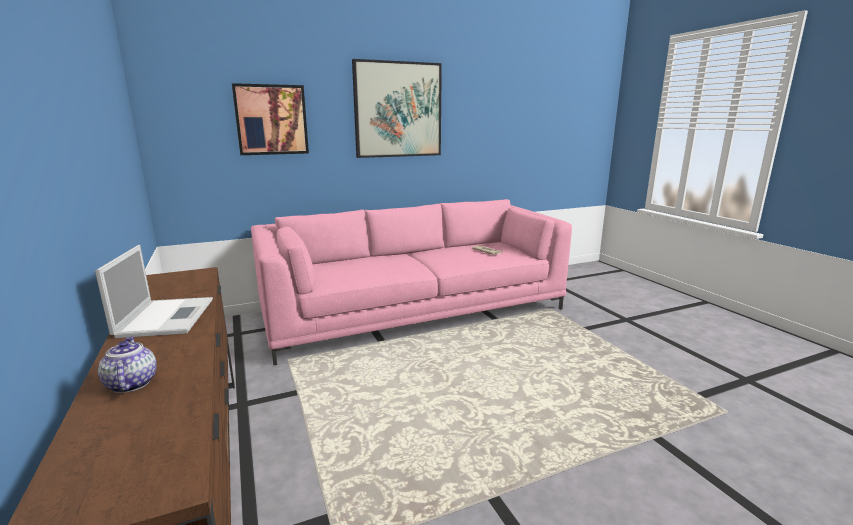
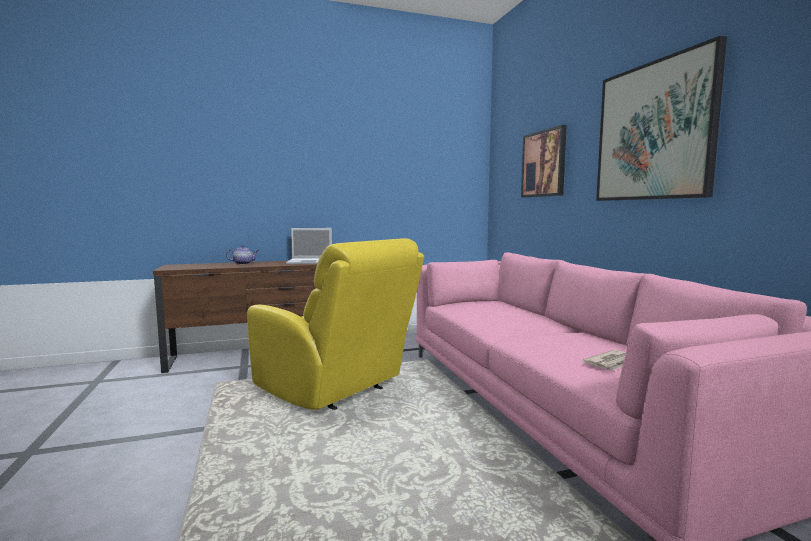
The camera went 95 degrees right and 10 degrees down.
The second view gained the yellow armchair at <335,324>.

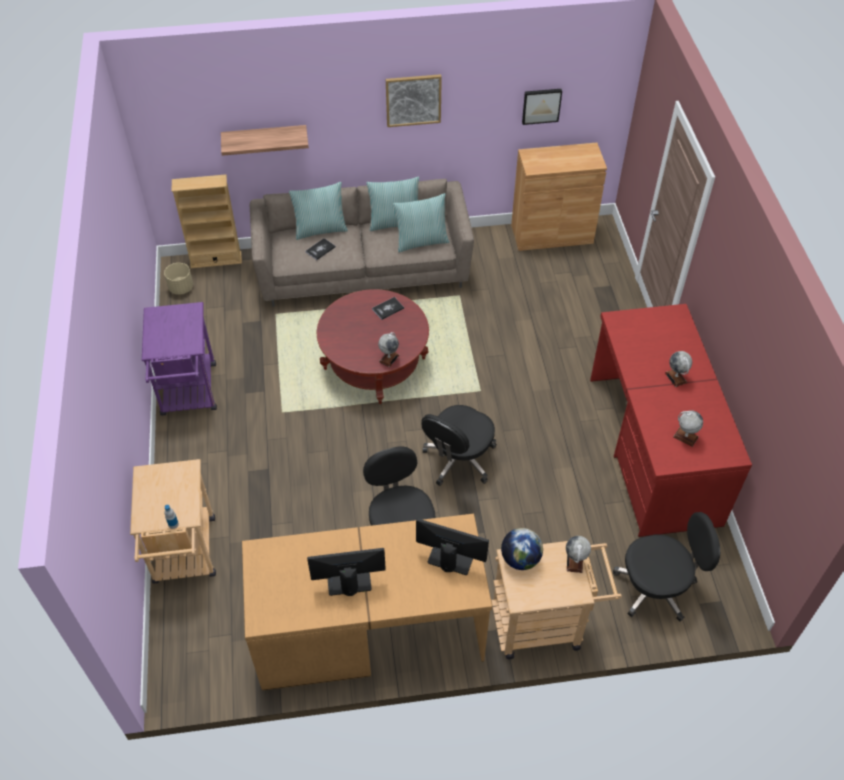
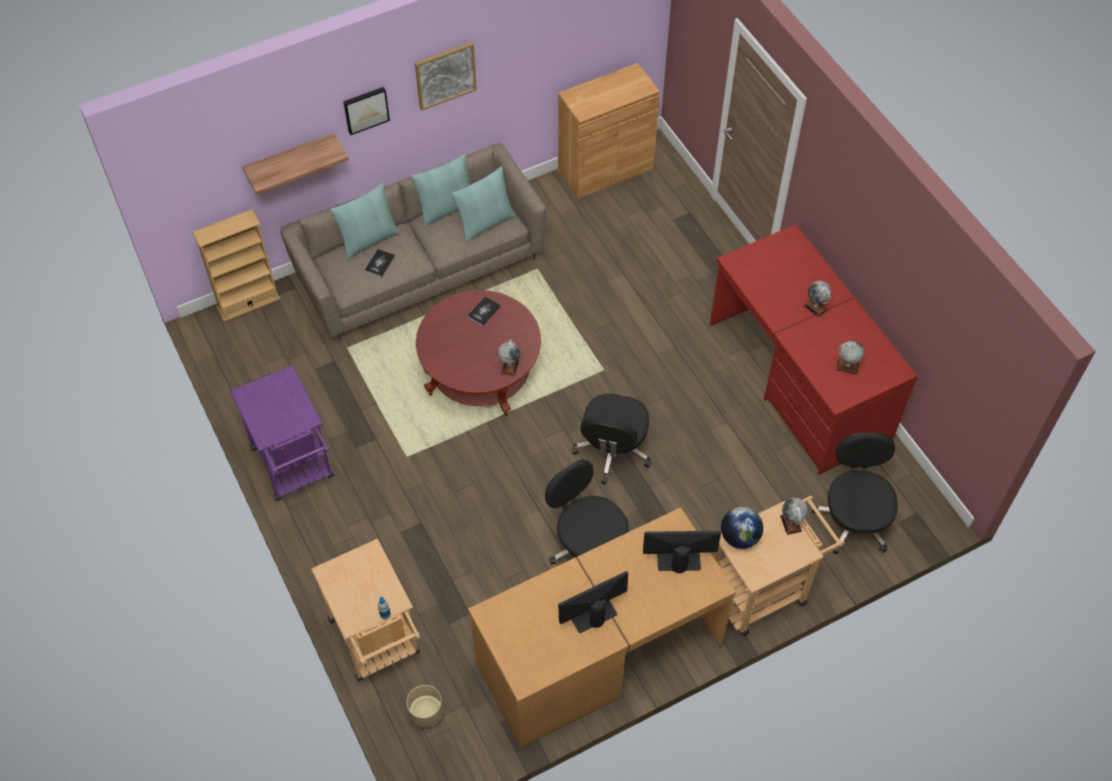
The camera went 20 degrees left and 5 degrees up.
The beige-coloured planter ended up elsewhere, having gone from <178,279> to <425,706>.
The picture ended up elsewhere, having gone from <542,107> to <366,111>.
The black desk chair at <666,567> ended up facing another way, 60 degrees counterclockwise from before.

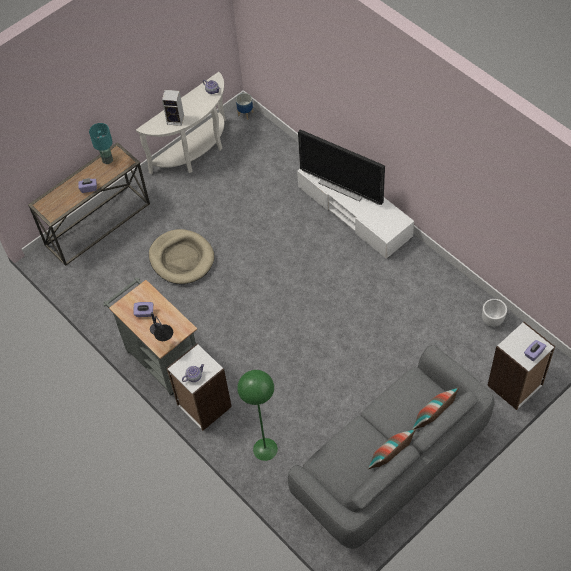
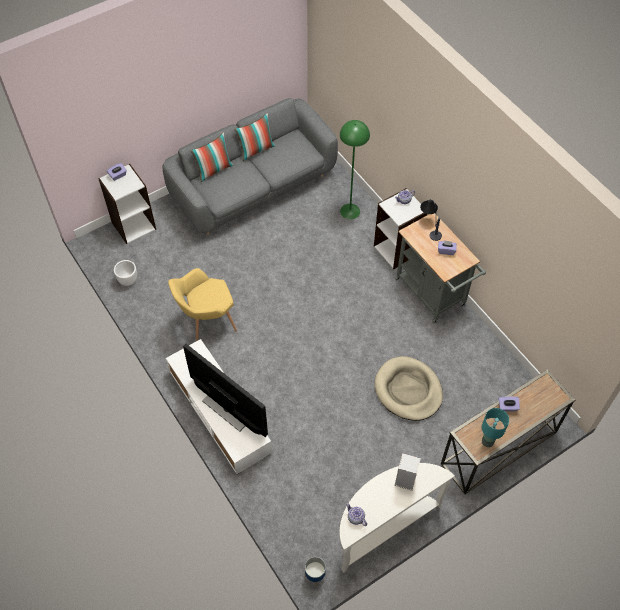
The camera went 175 degrees left and 0 degrees up.
The second view gained the yellow armchair at <202,304>.

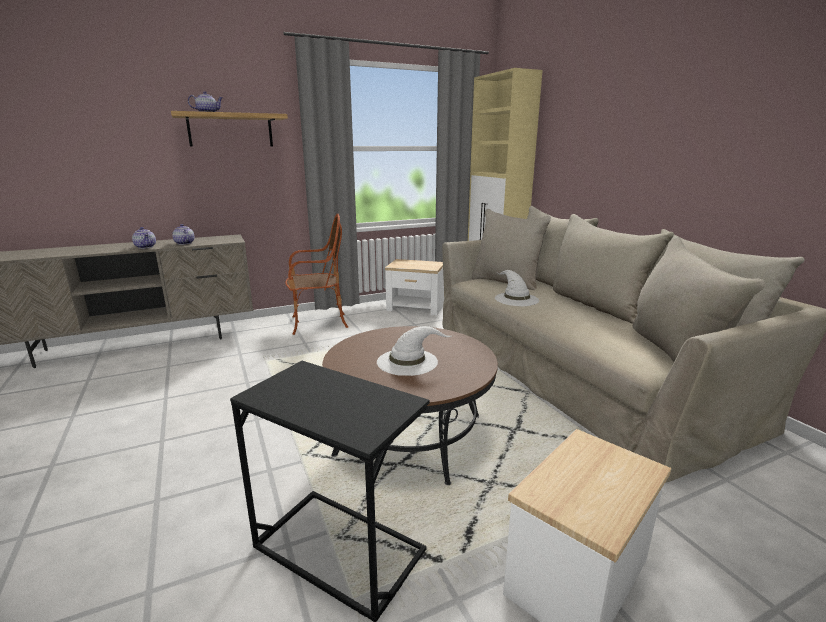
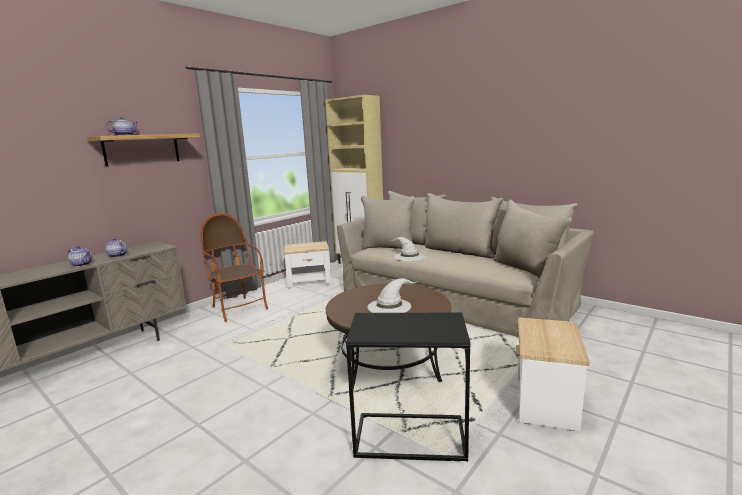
The camera went 25 degrees left and 5 degrees down.
The armchair at <316,274> ended up facing another way, 90 degrees counterclockwise from before.

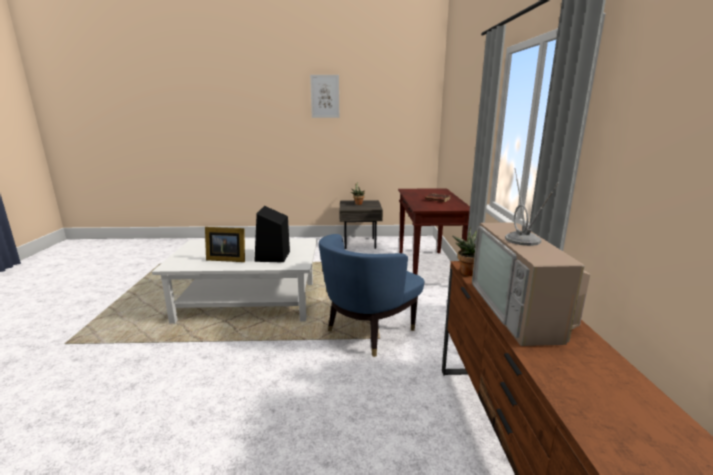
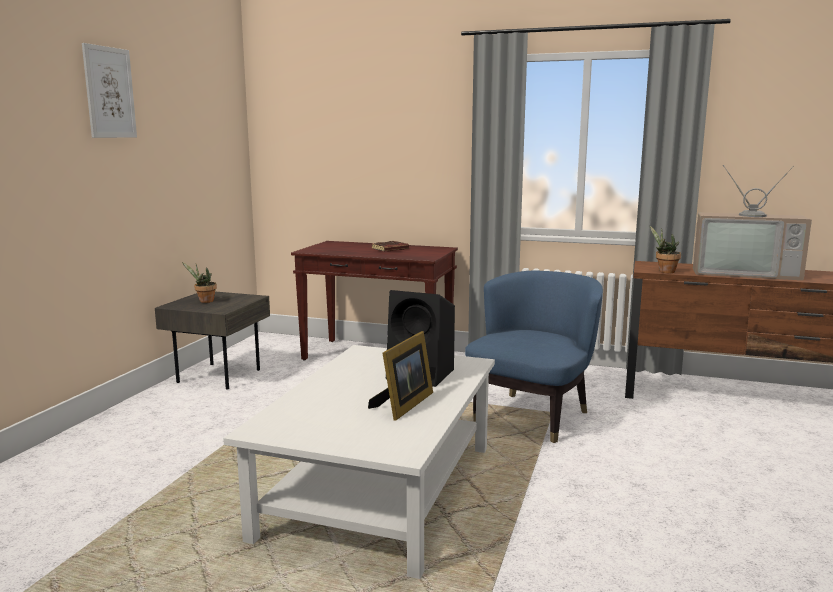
The camera went 70 degrees left and 5 degrees down.
The blue-coloured armchair at <371,295> ended up facing another way, 120 degrees counterclockwise from before.

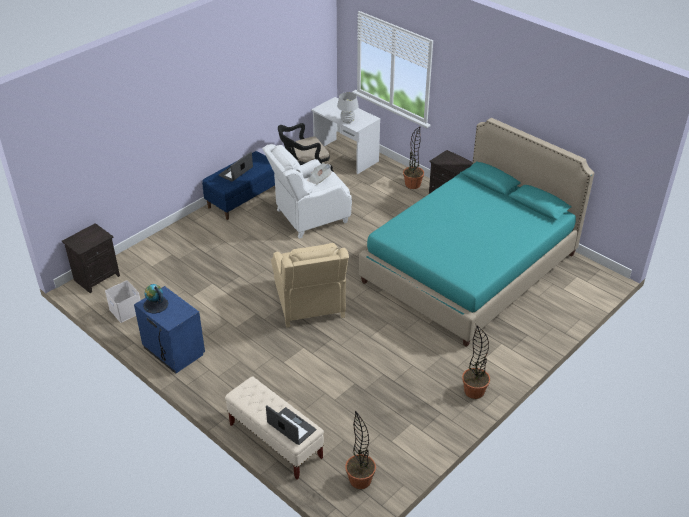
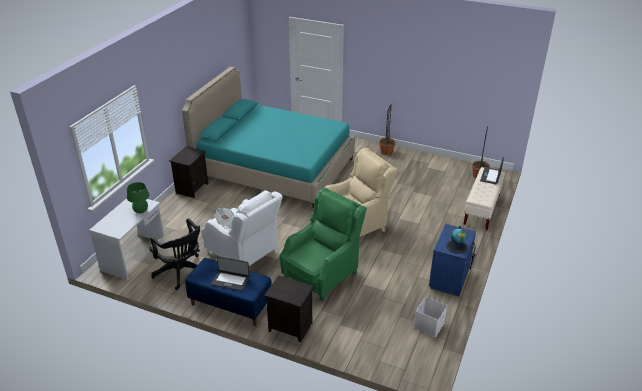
The camera went 110 degrees left and 5 degrees down.
The second view lost the houseplant at <413,158>.
The second view gained the green armchair at <323,244>.
The black bedside table ended up elsewhere, having gone from <91,258> to <289,308>.
What was the white-coloured lamp for a table at <348,107> turned into the green lamp for a table at <138,197>.

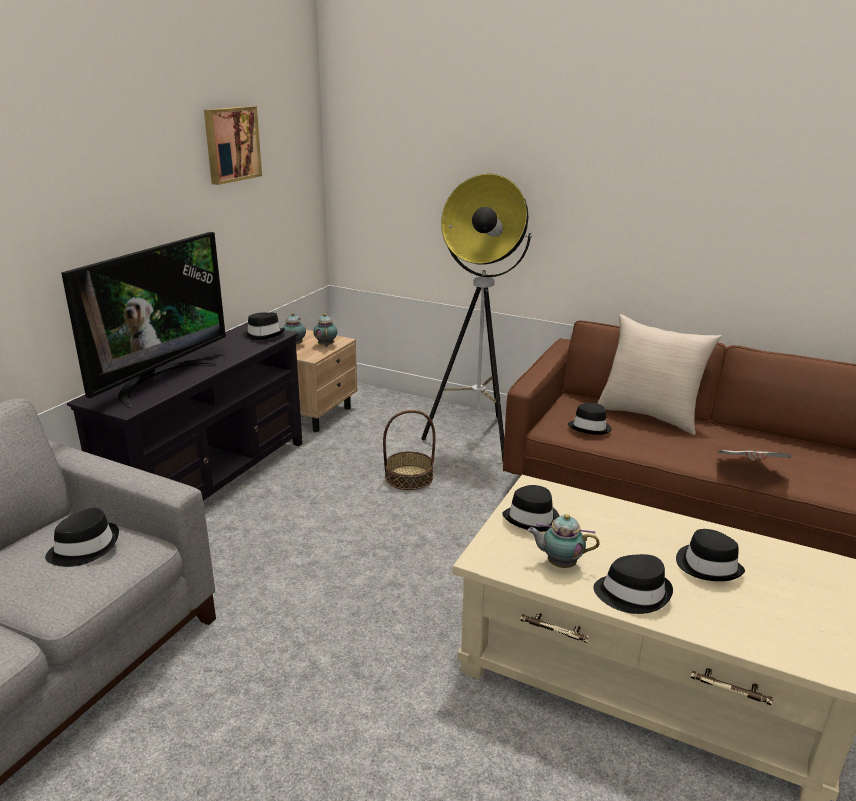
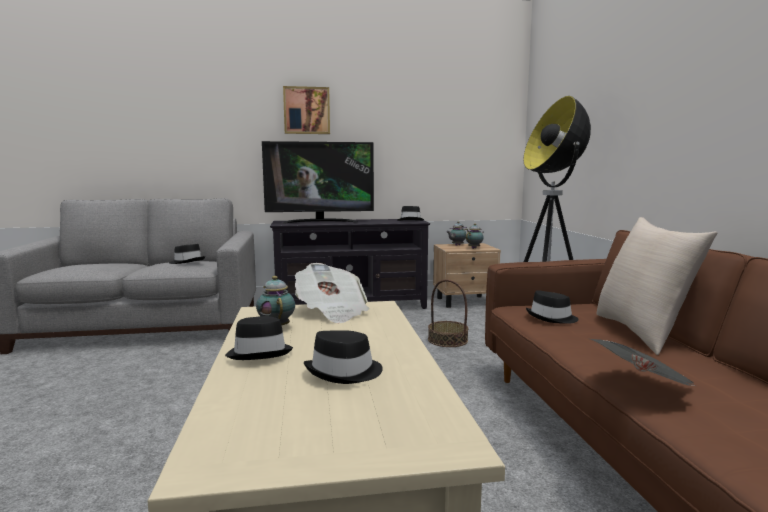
The camera went 55 degrees right and 15 degrees down.
The picture ended up elsewhere, having gone from <233,145> to <306,110>.
Where the black hat stood at <531,508>, the daily paper came to stand at <332,293>.

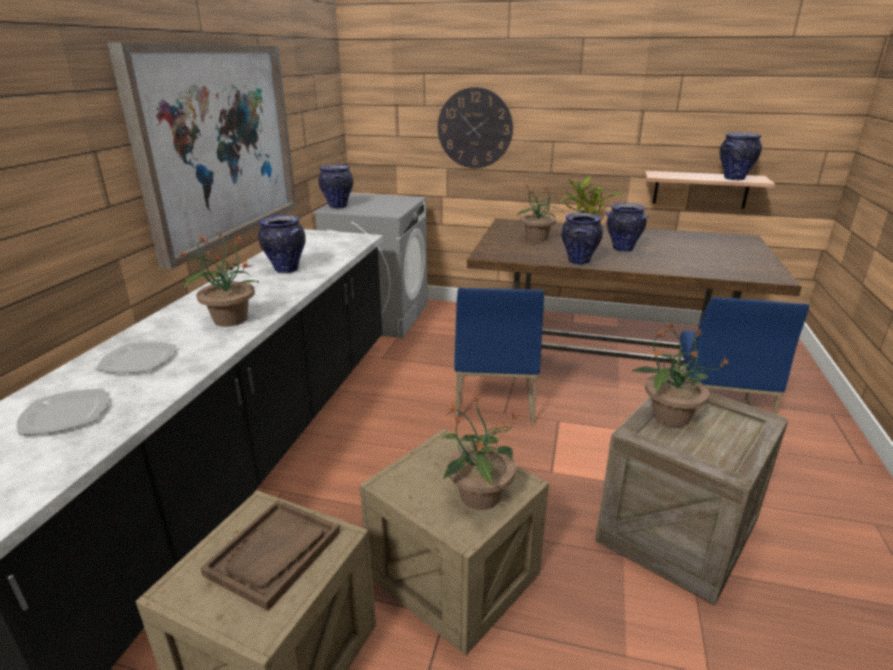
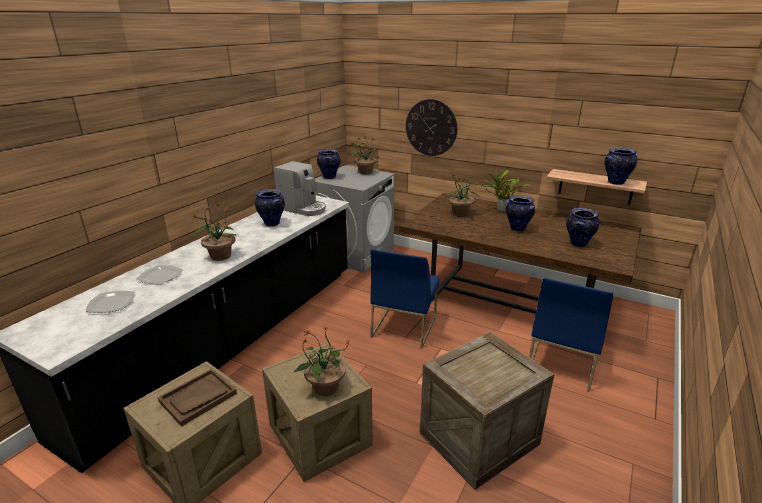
The camera went 15 degrees right and 0 degrees up.
The second view lost the picture at <202,156>.
The second view gained the coffee machine at <300,188>.
The flower vase ended up elsewhere, having gone from <582,239> to <582,227>.
The houseplant ended up elsewhere, having gone from <680,375> to <364,155>.

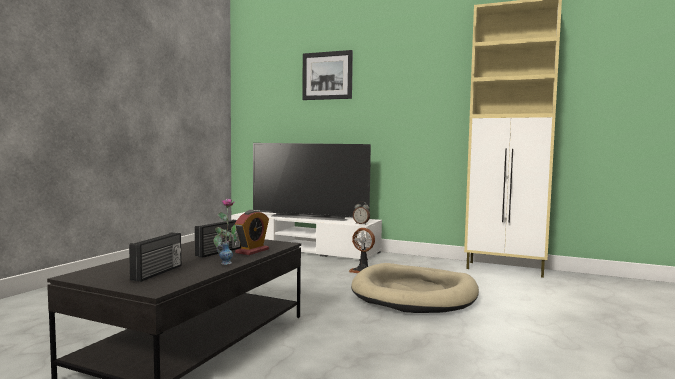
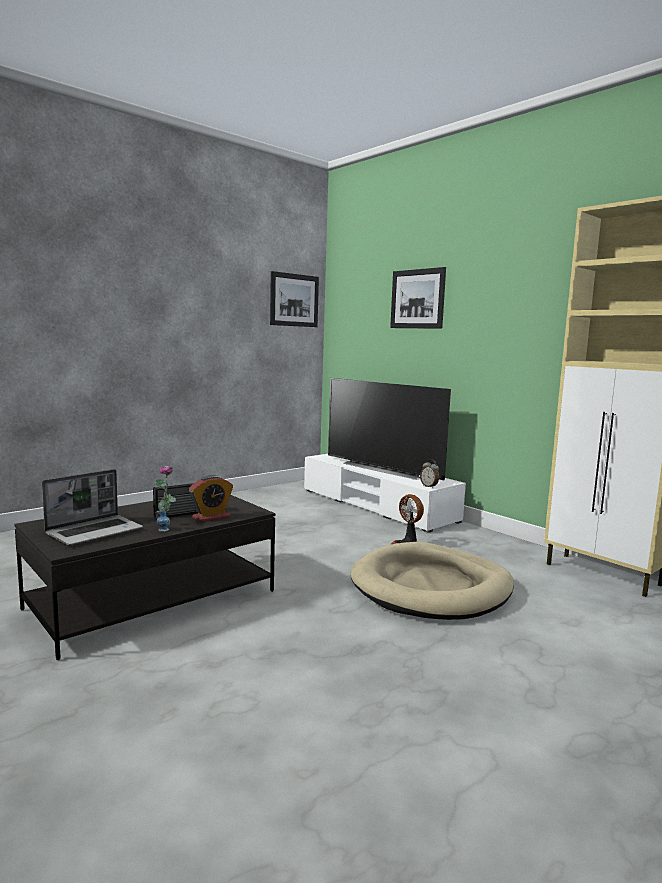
The camera went 25 degrees right and 5 degrees up.
The second view gained the picture at <294,299>.
Where the radio receiver stood at <155,257>, the laptop came to stand at <92,507>.

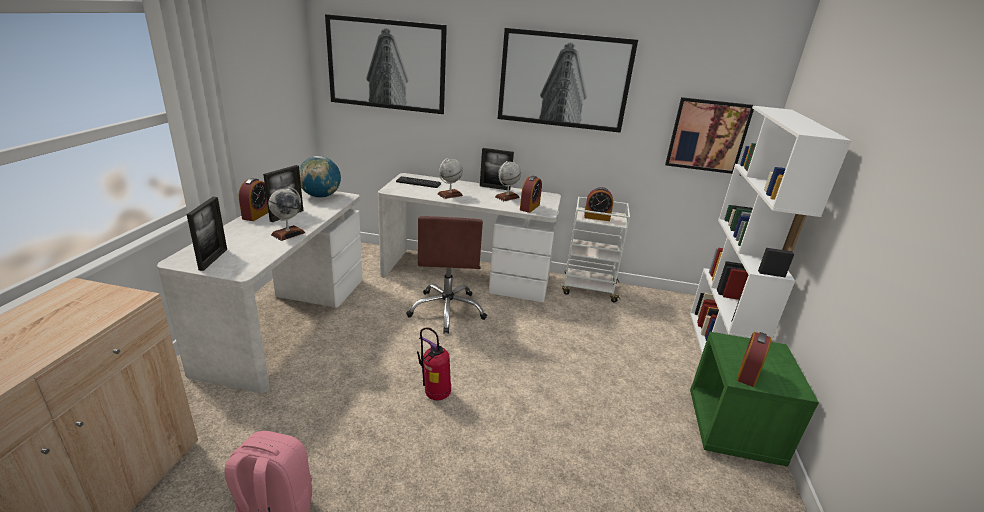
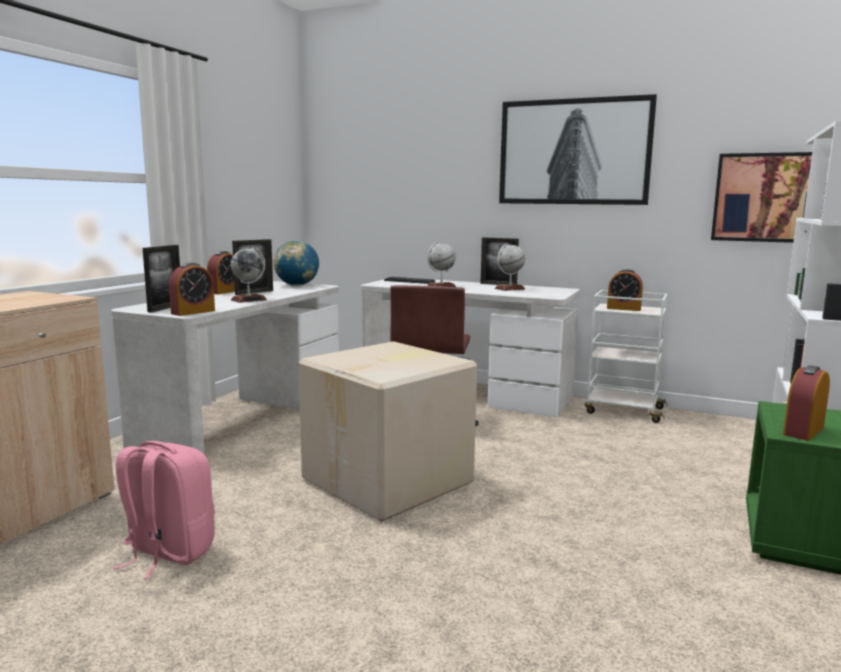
The camera went 15 degrees right and 15 degrees down.
The second view lost the picture at <386,64>.
The alarm clock ended up elsewhere, having gone from <531,194> to <192,289>.
Where the fire extinguisher stood at <434,363>, the carton came to stand at <387,431>.

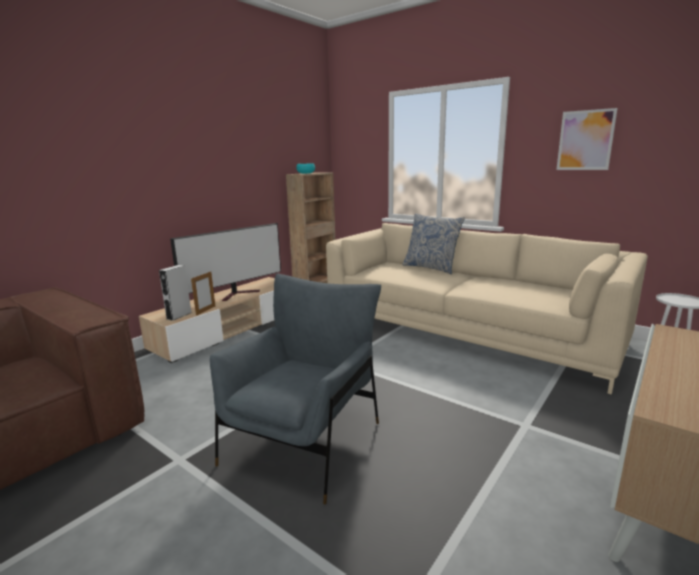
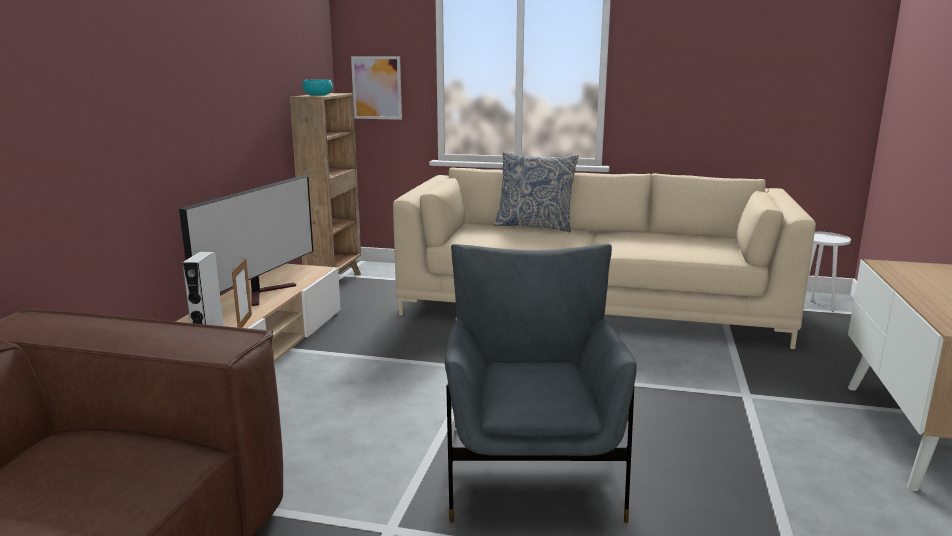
The camera went 25 degrees left and 0 degrees up.
The picture ended up elsewhere, having gone from <587,139> to <376,88>.

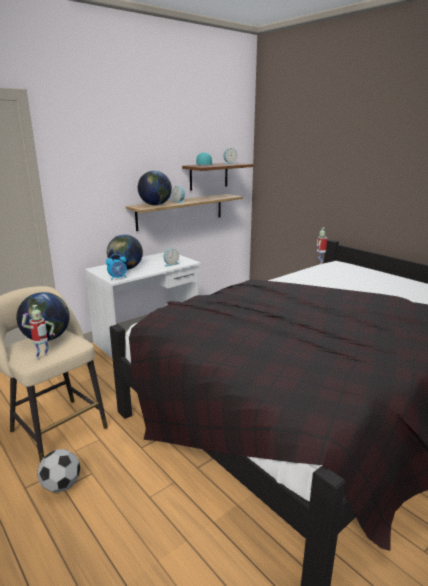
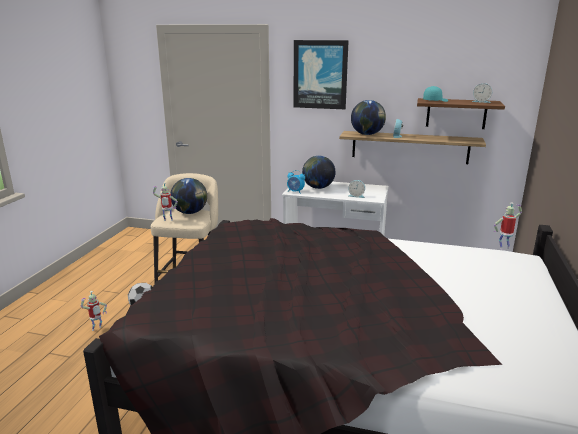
The camera went 55 degrees right and 0 degrees up.
The second view gained the robot figure at <93,311>.
The second view gained the picture at <321,74>.

